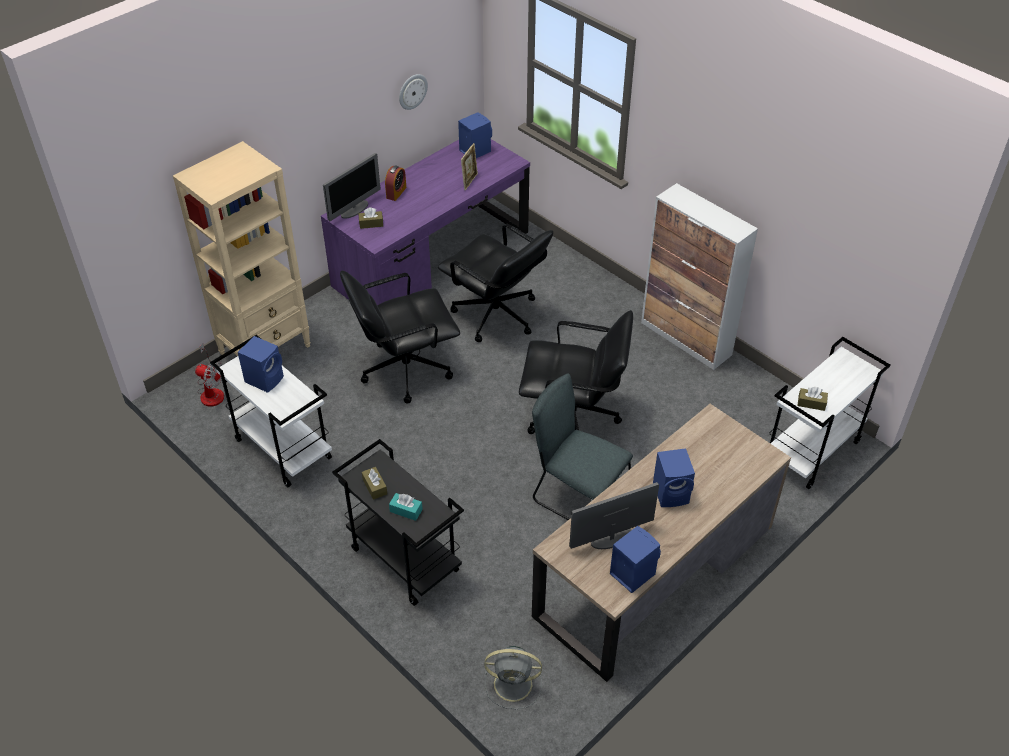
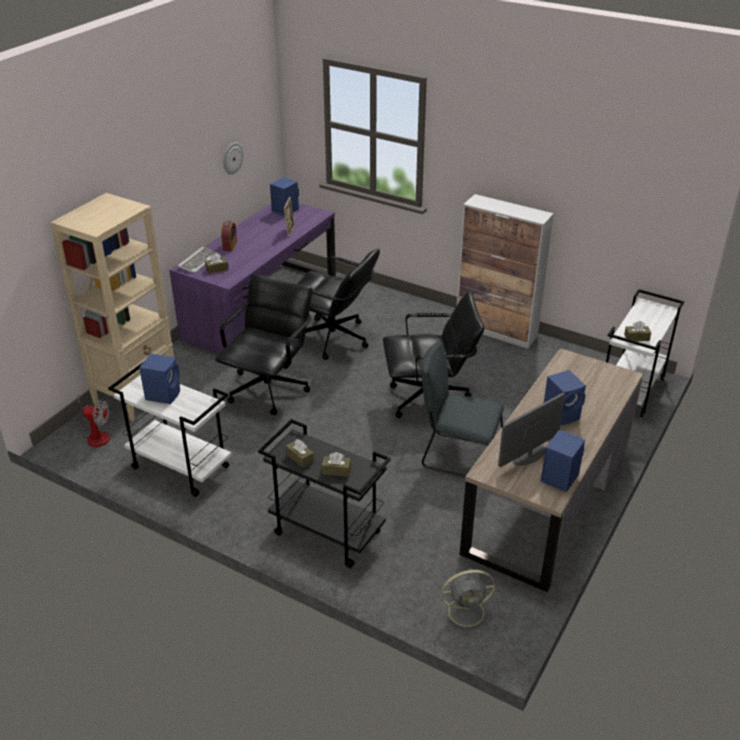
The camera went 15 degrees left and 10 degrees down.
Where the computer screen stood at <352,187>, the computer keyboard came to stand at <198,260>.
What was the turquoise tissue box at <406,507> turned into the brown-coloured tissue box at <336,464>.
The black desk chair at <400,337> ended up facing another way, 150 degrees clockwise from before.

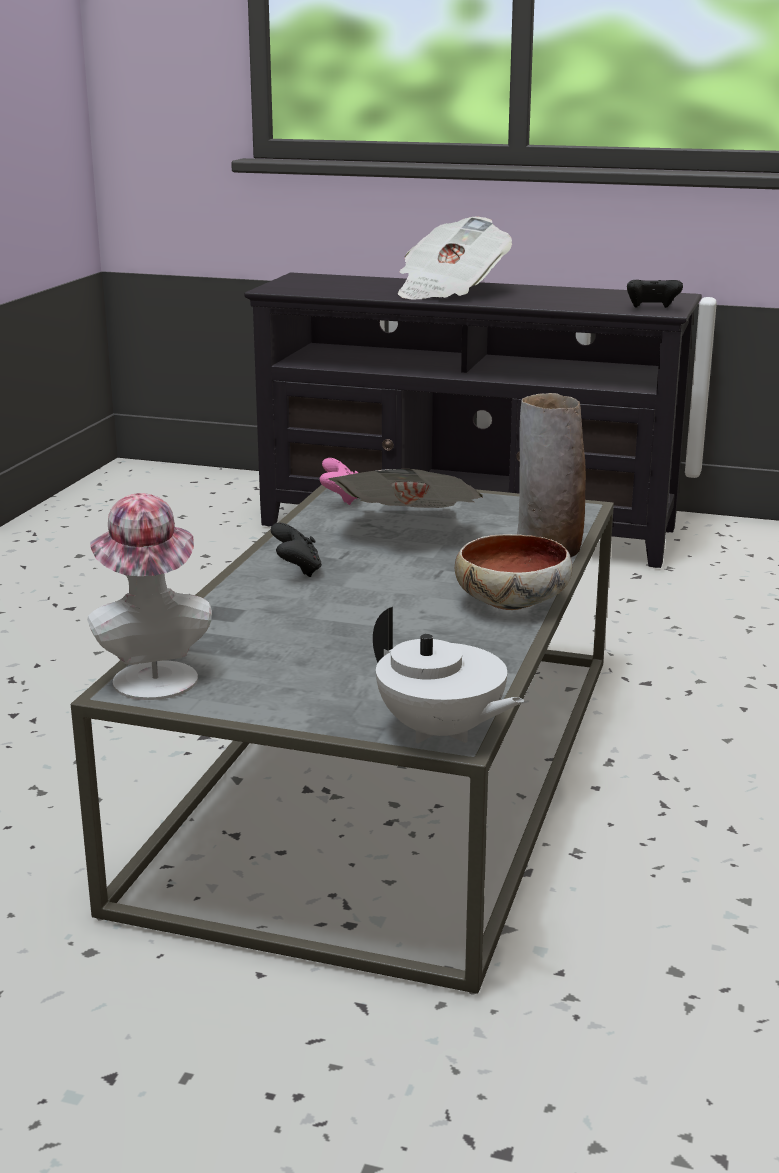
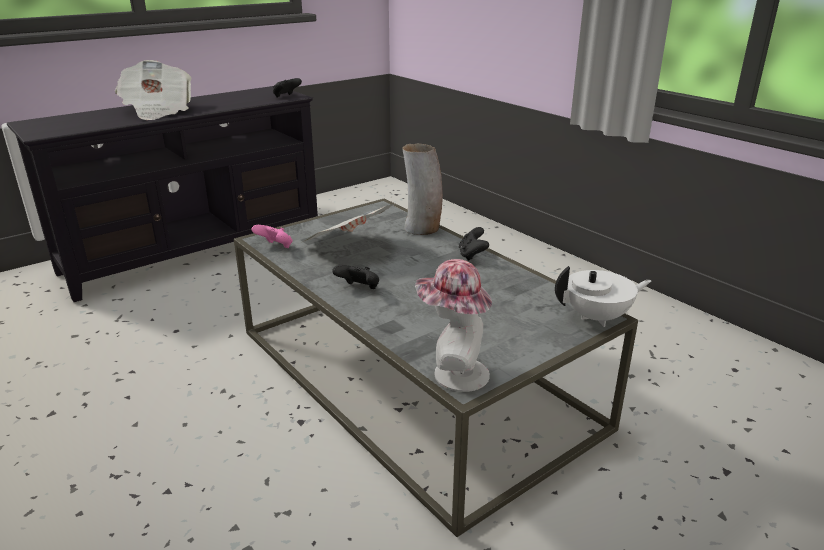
The camera went 55 degrees left and 5 degrees up.
Where the deep dish stood at <514,572>, the black joypad came to stand at <474,244>.

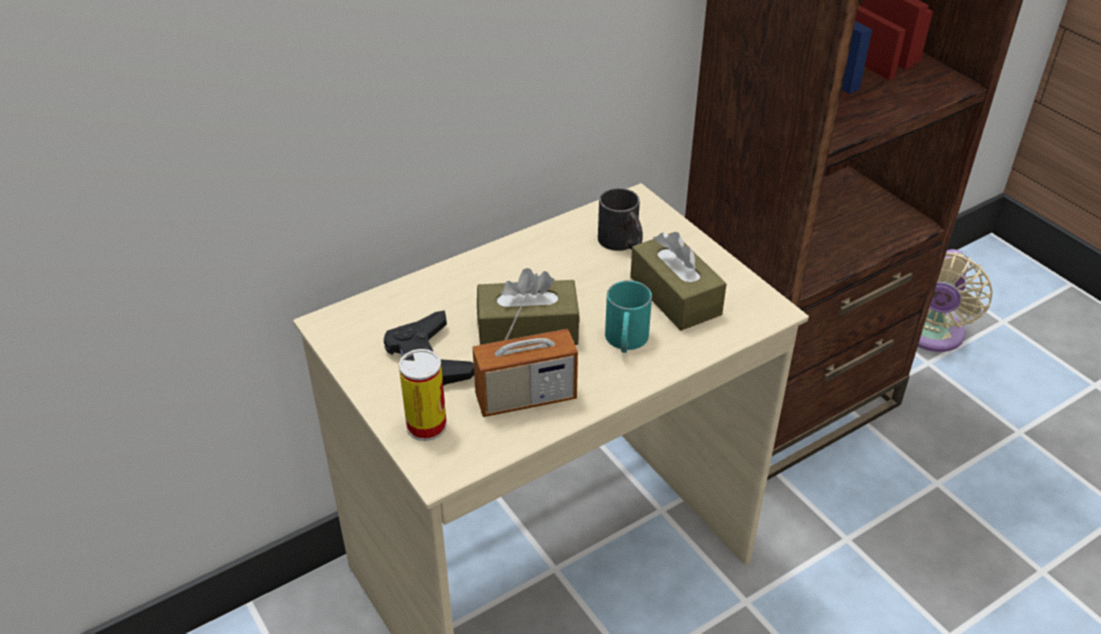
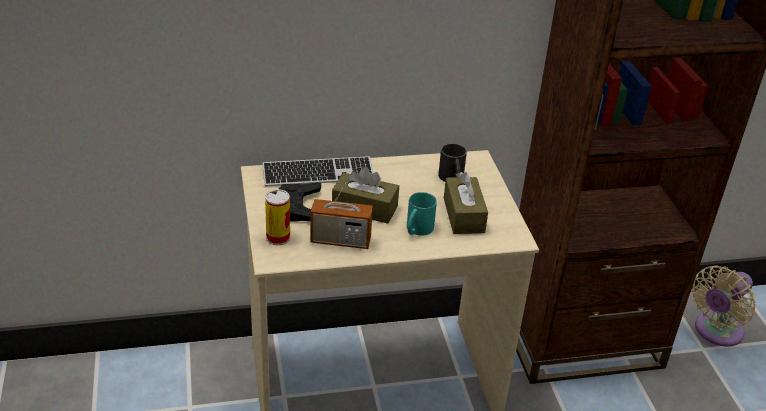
The camera went 20 degrees right and 5 degrees down.
The second view gained the computer keyboard at <318,171>.

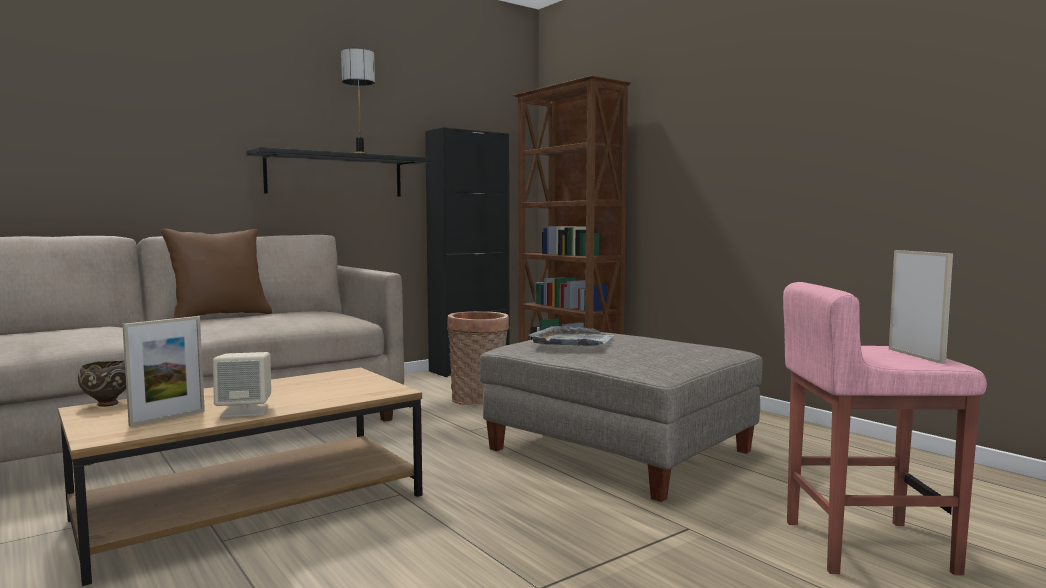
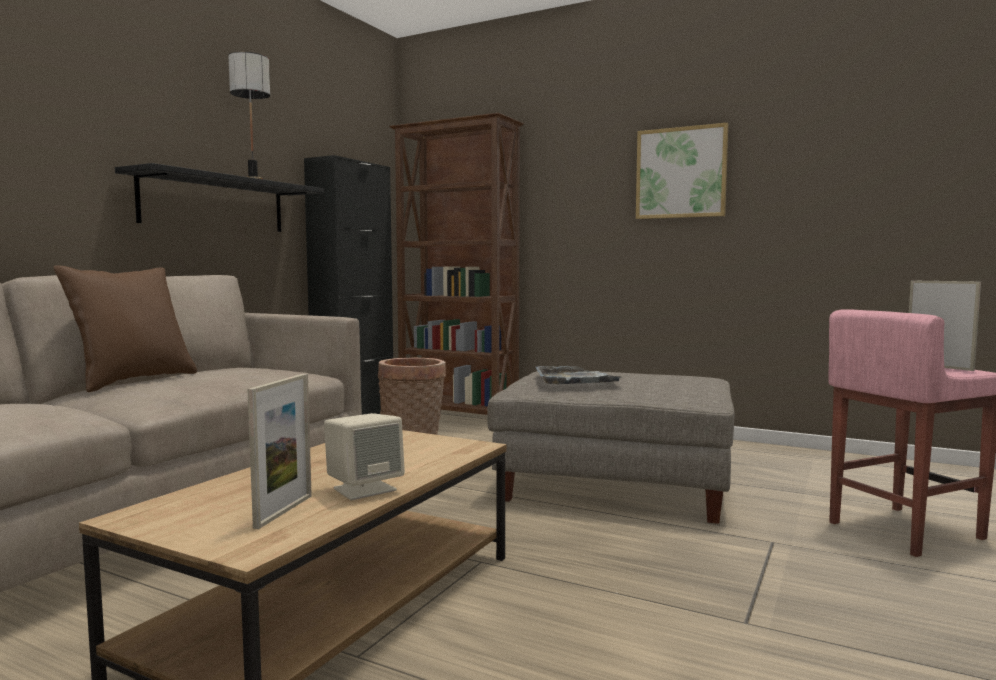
The camera went 25 degrees left and 0 degrees up.
The second view lost the brown-coloured deep dish at <102,383>.
The second view gained the picture at <682,171>.

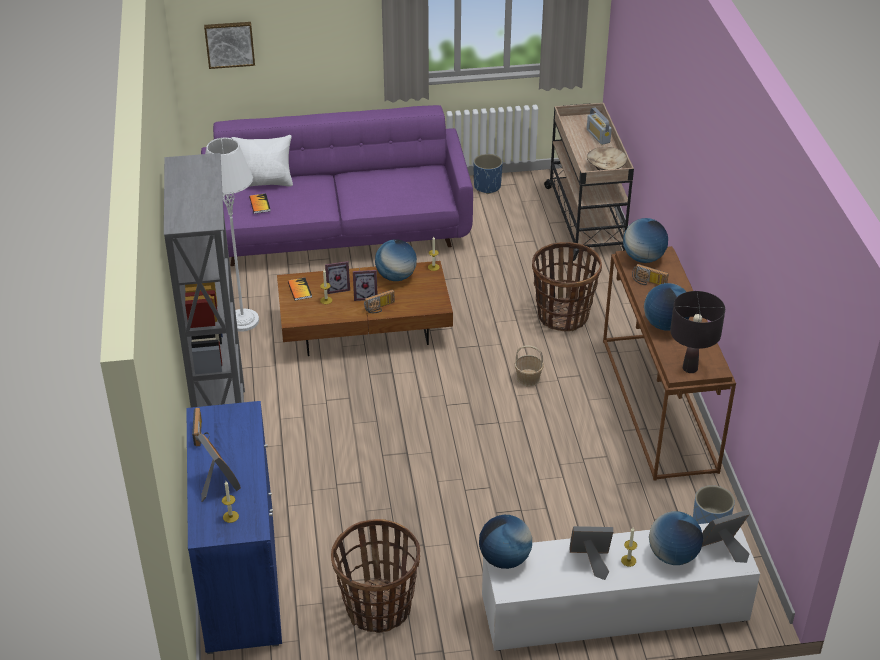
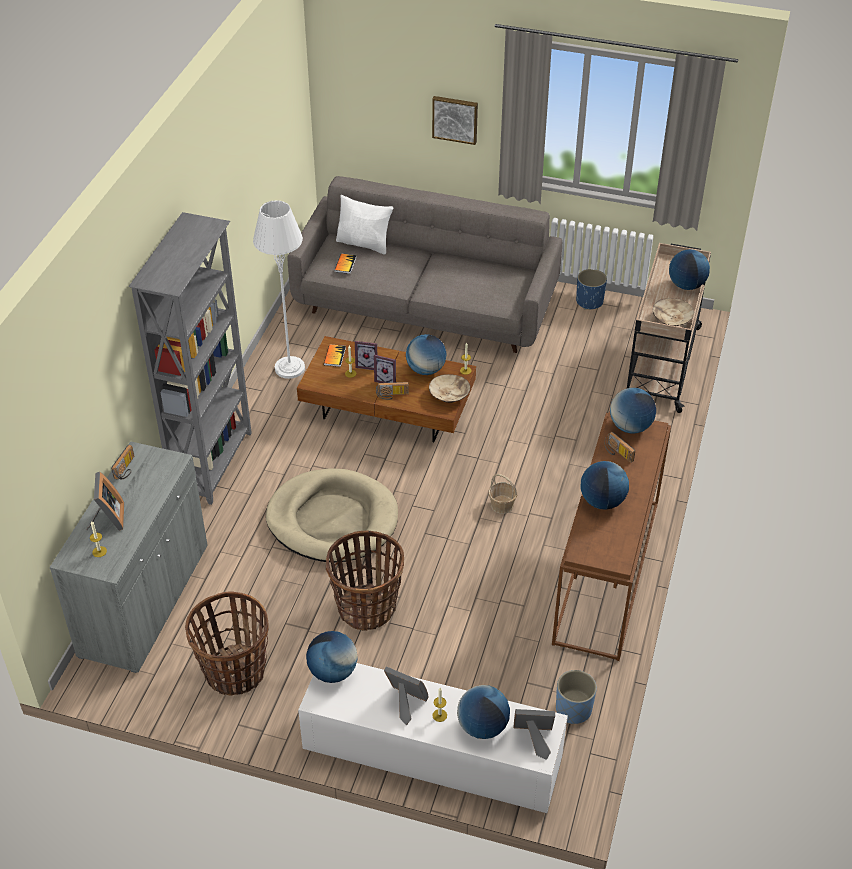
The camera went 25 degrees right and 5 degrees up.
The second view lost the black lamp for a table at <697,332>.
The second view gained the beige-coloured pet bed at <332,515>.
The second view gained the beige-coloured deep dish at <449,388>.
The picture ended up elsewhere, having gone from <229,45> to <455,120>.
The household basket ended up elsewhere, having gone from <567,286> to <364,580>.
Where the radio receiver stood at <599,126>, the desk globe came to stand at <689,269>.
What was the blue-coloured cupboard at <234,527> turned into the gray cupboard at <128,557>.
What was the purplish settee at <337,185> turned into the gray settee at <425,264>.

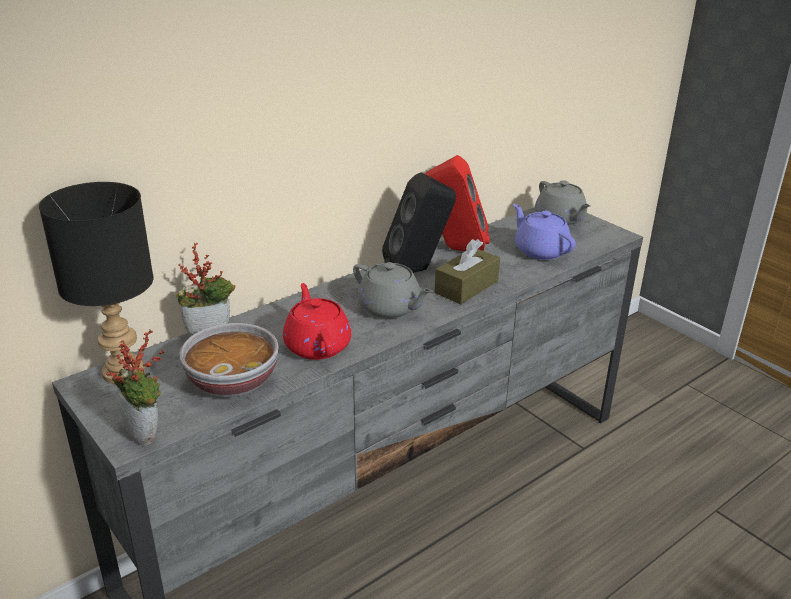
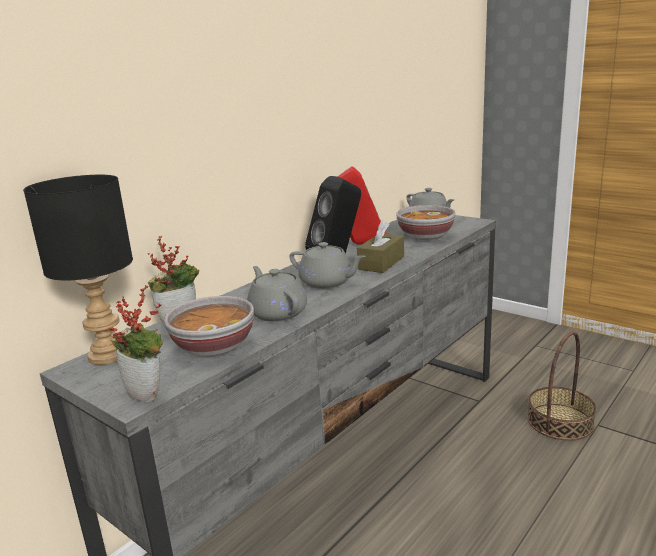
The camera went 10 degrees left and 10 degrees down.
The second view gained the household basket at <561,385>.
Where the purplish teapot stood at <544,232>, the deep dish came to stand at <425,222>.
What was the reddish teapot at <317,321> turned into the gray teapot at <277,294>.

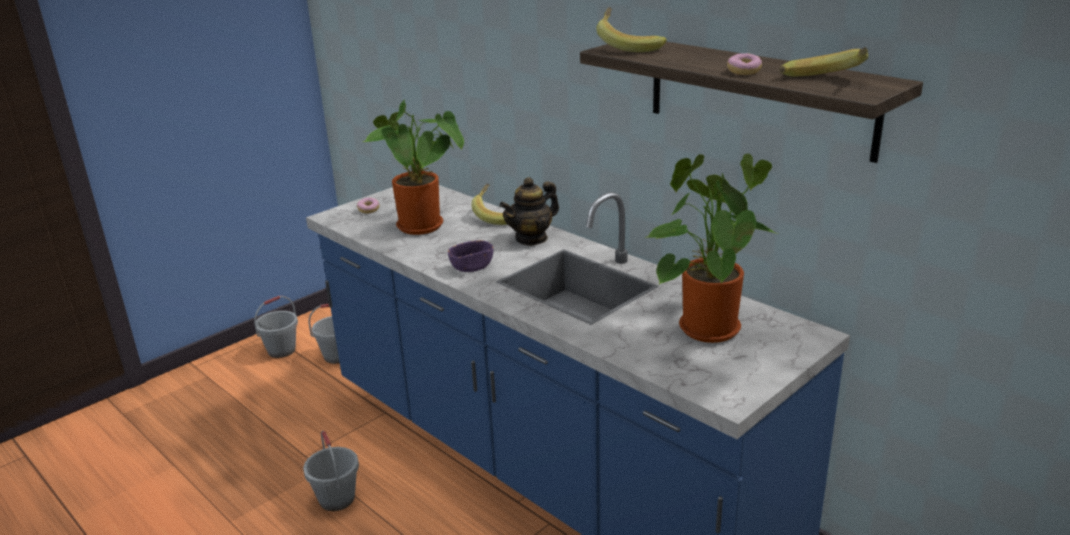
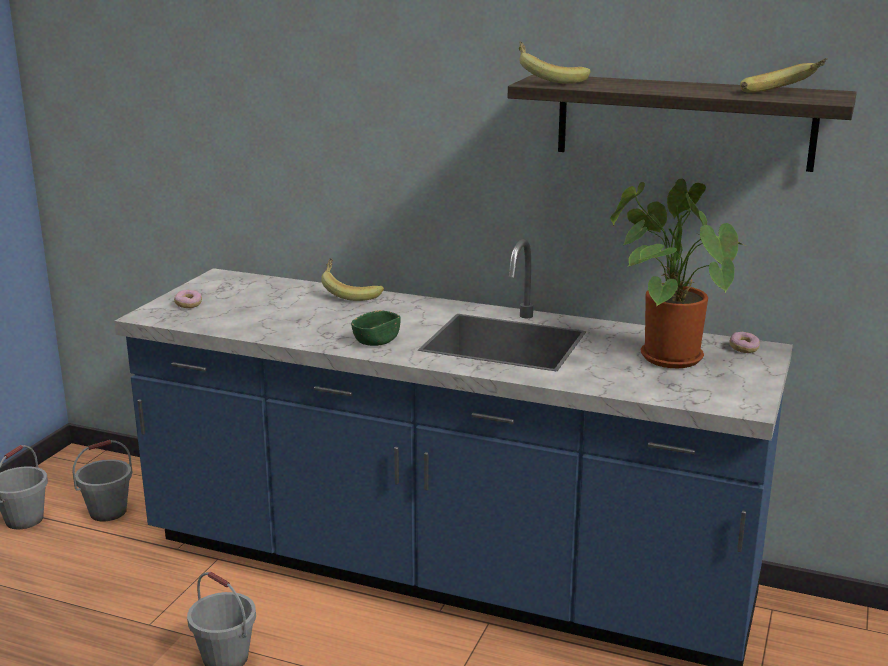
The camera went 25 degrees left and 5 degrees down.
The second view lost the houseplant at <413,167>.
The second view lost the teapot at <529,211>.
The doughnut ended up elsewhere, having gone from <744,64> to <745,342>.
What was the purplish deep dish at <471,256> turned into the green deep dish at <376,328>.

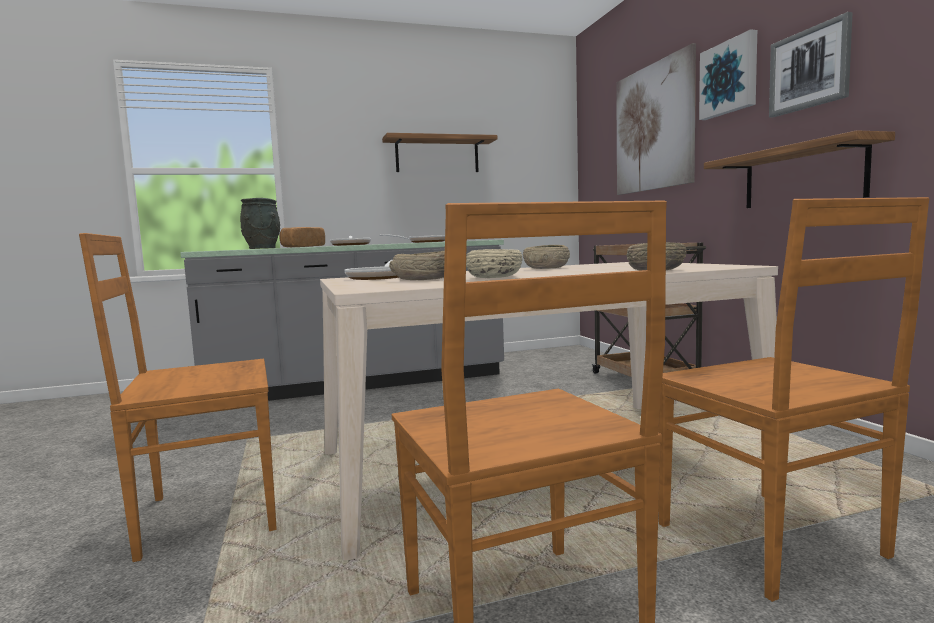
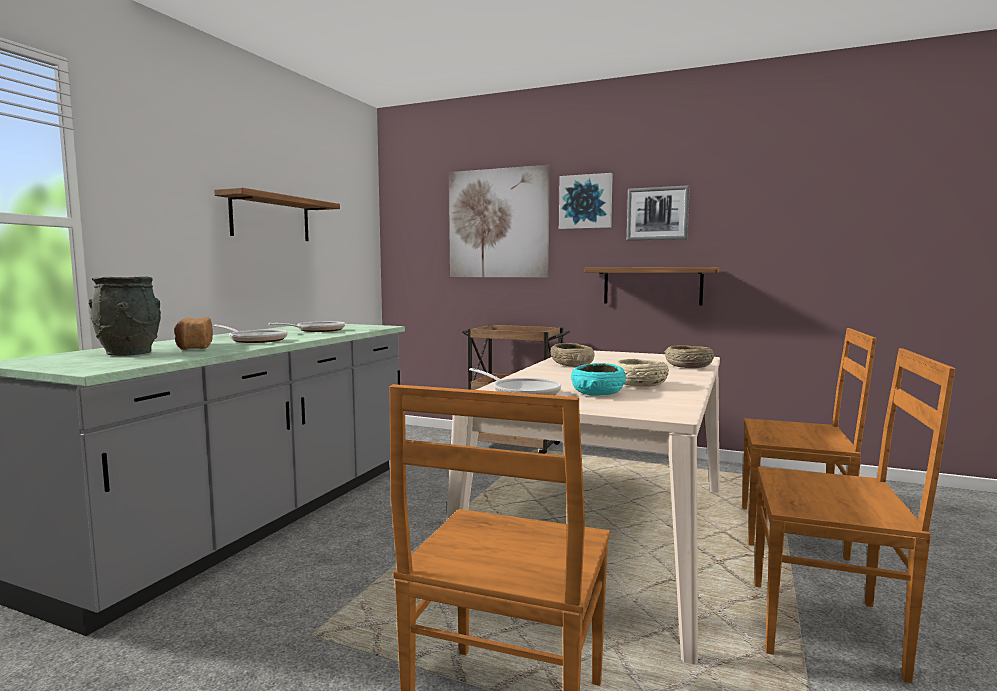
The camera went 50 degrees left and 0 degrees up.
What was the beige-coloured deep dish at <417,265> turned into the turquoise deep dish at <598,379>.

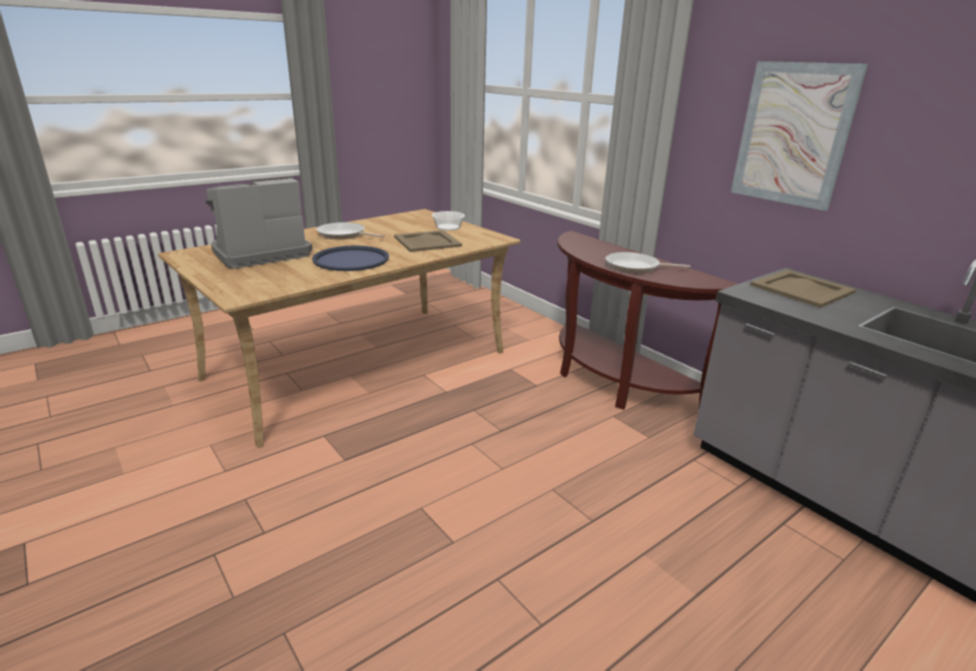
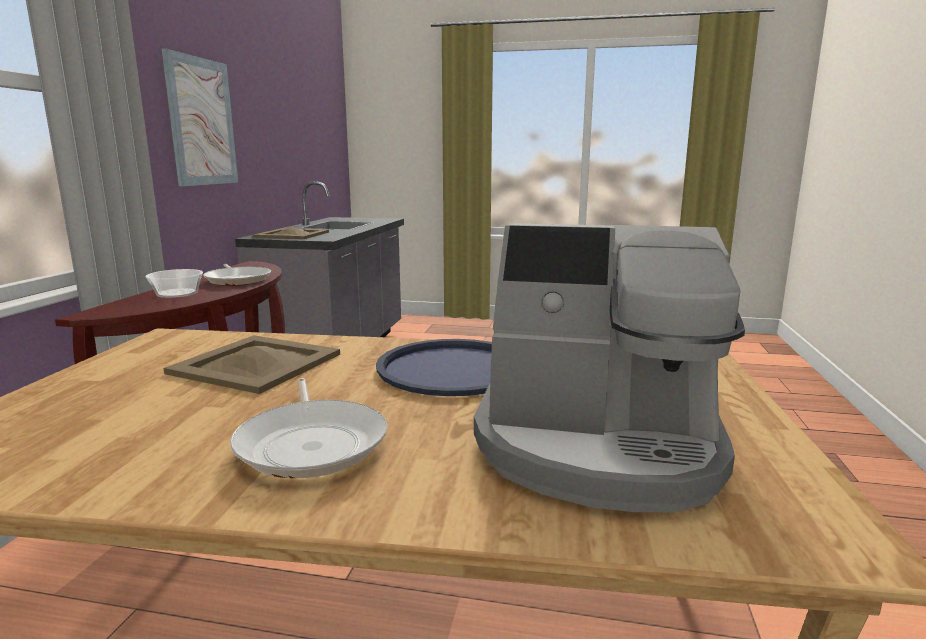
The camera went 130 degrees left and 10 degrees down.
The deep dish ended up elsewhere, having gone from <448,221> to <174,283>.

